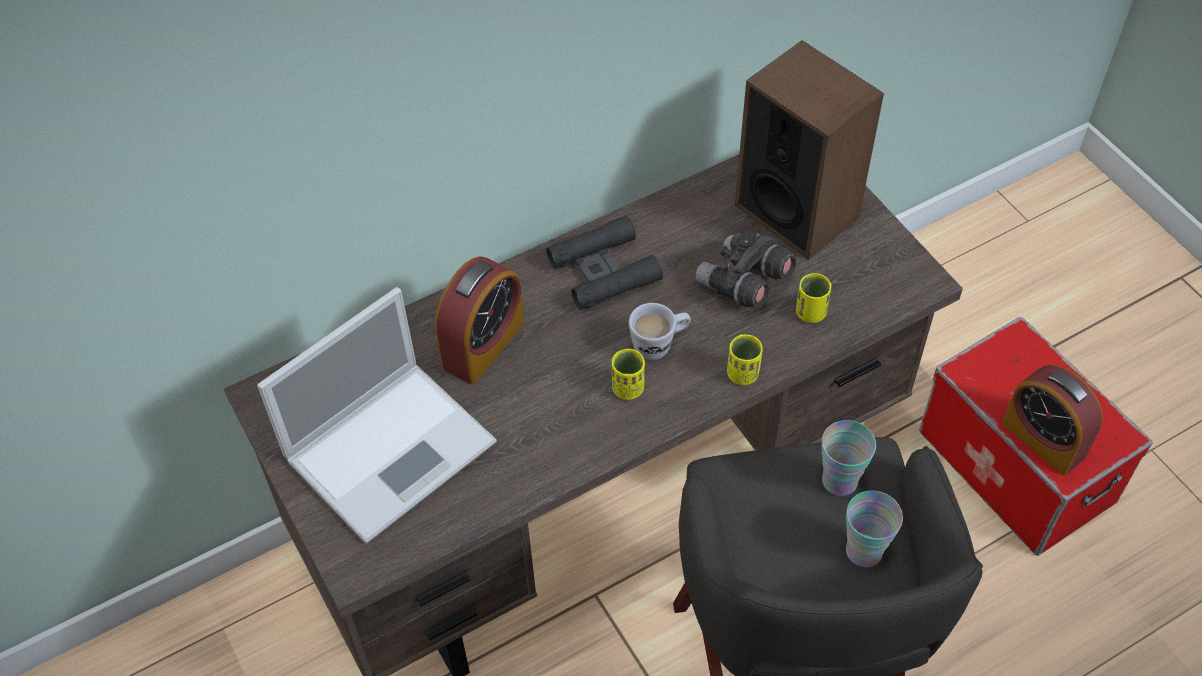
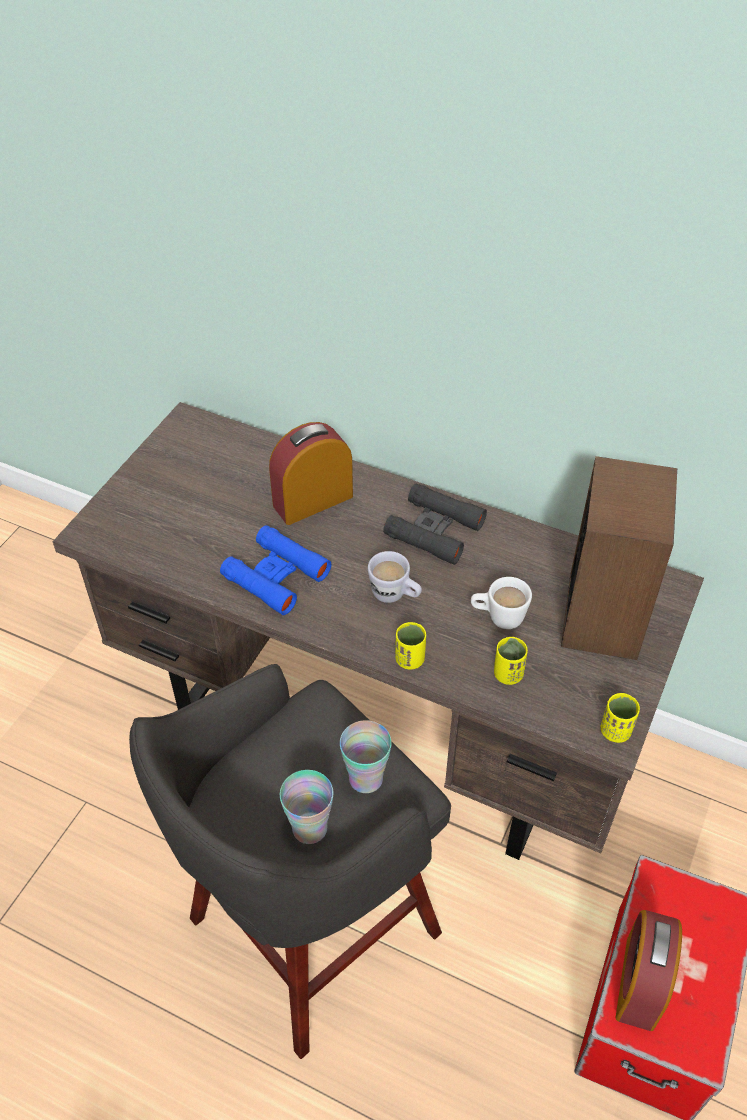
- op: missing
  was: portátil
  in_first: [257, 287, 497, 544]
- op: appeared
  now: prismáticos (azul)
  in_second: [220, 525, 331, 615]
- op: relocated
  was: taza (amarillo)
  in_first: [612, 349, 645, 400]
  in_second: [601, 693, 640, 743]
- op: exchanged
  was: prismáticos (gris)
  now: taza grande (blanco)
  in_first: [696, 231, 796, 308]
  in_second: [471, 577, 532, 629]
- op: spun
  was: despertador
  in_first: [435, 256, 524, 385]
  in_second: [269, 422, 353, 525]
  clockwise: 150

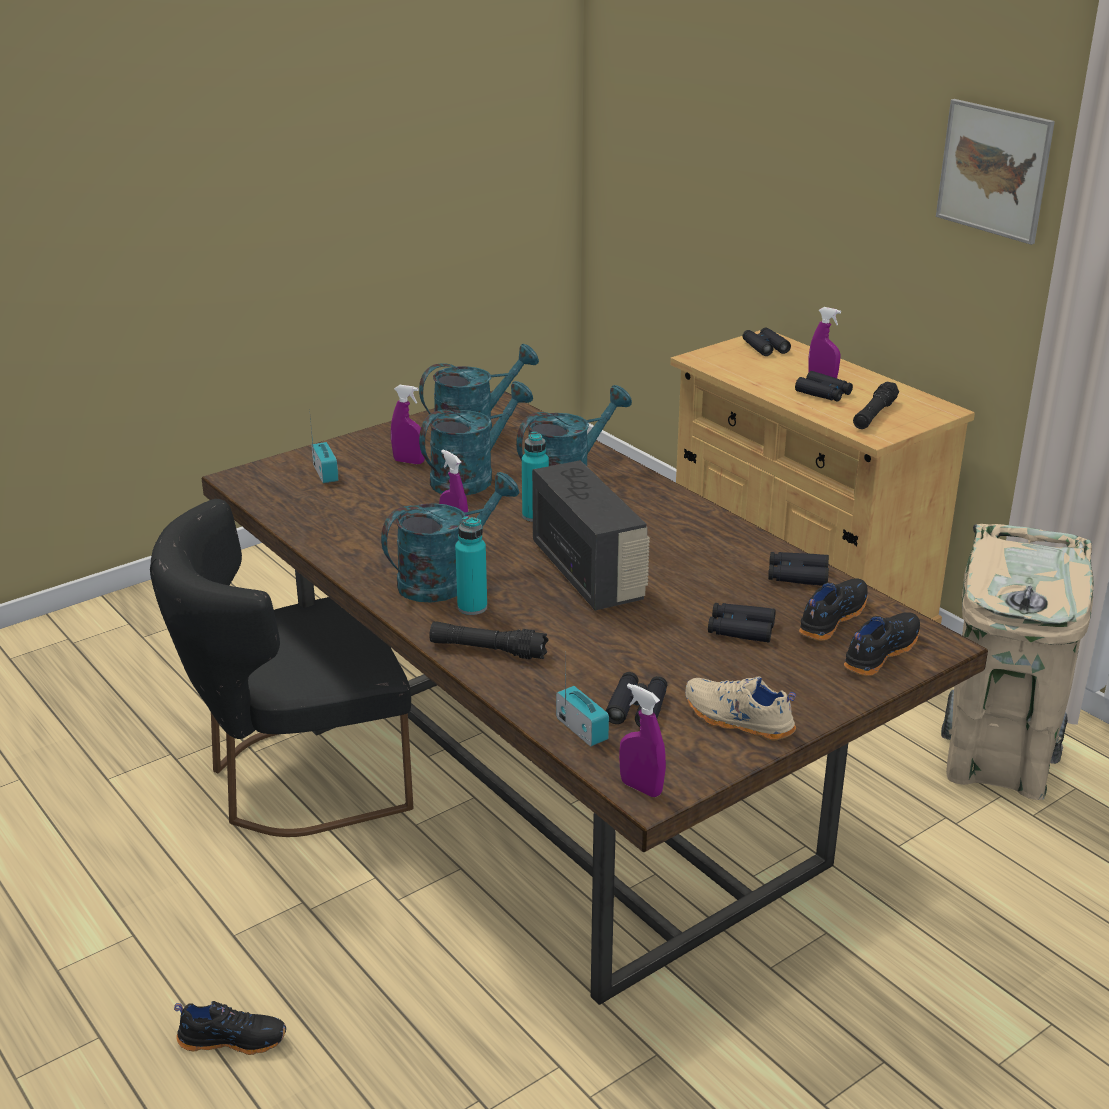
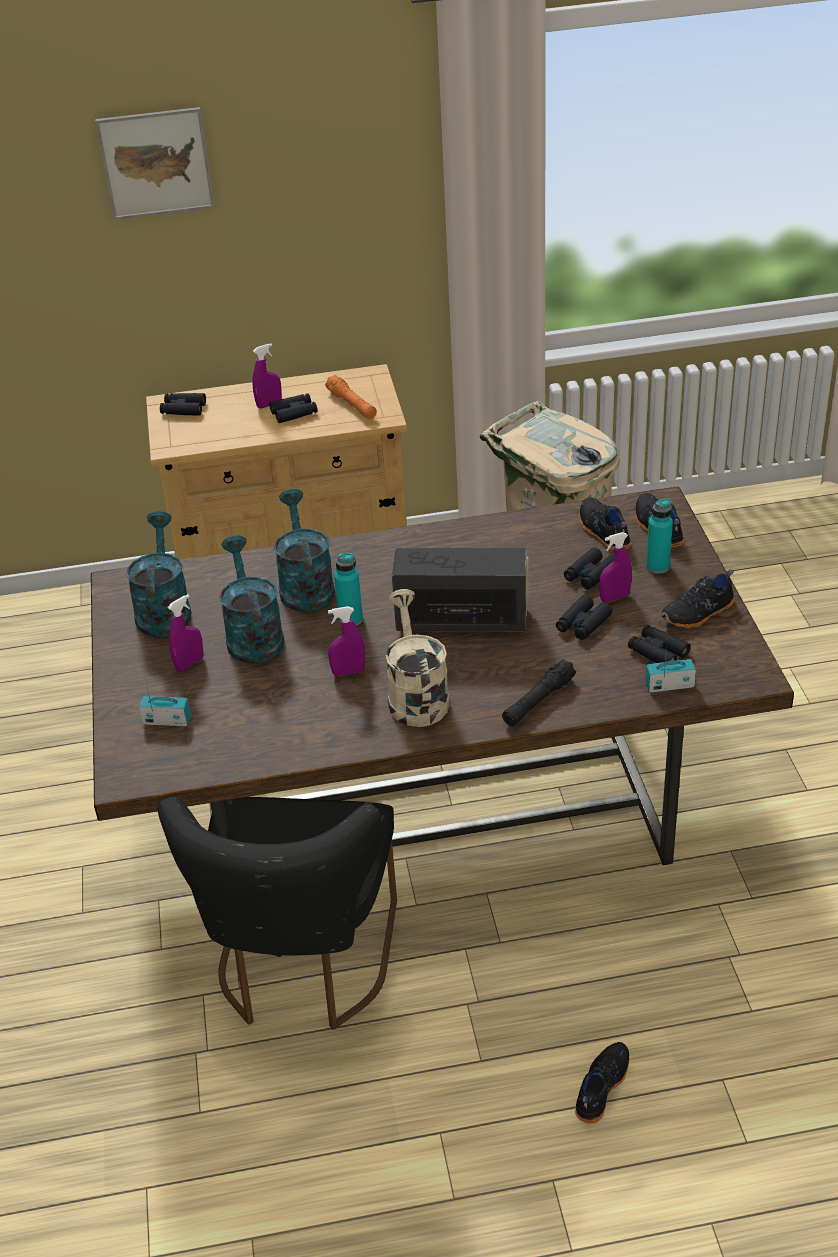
- op: relocated
  was: botella (turquesa)
  in_first: [455, 516, 487, 615]
  in_second: [646, 498, 673, 574]
- op: relocated
  was: pulverizador (morado)
  in_first: [619, 683, 666, 797]
  in_second: [599, 532, 632, 603]
- op: relocated
  was: prismáticos (negro)
  in_first: [768, 552, 829, 586]
  in_second: [556, 595, 612, 640]
- op: relocated
  was: cuadro
  in_first: [936, 99, 1055, 245]
  in_second: [95, 107, 214, 220]
- op: colour
  was: regadera (turquesa)
  now: regadera (beis)
  in_first: [381, 472, 519, 603]
  in_second: [386, 589, 450, 727]
- op: colour
  was: zapato (beis)
  now: zapato (negro)
  in_first: [685, 676, 796, 740]
  in_second: [661, 569, 734, 628]
- op: colour
  was: linterna (negro)
  now: linterna (naranja)
  in_first: [853, 382, 899, 429]
  in_second: [325, 375, 377, 420]

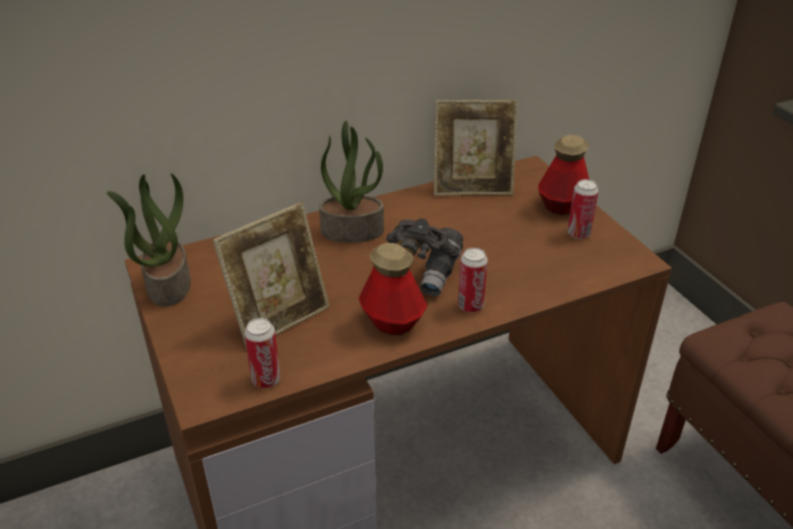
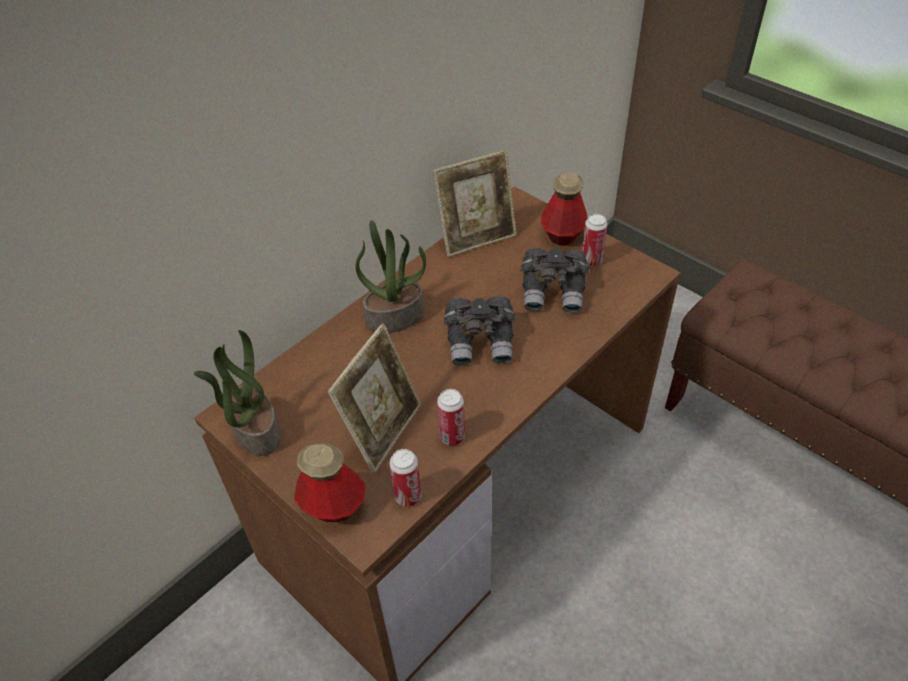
- op: appeared
  now: prismáticos (gris)
  in_second: [521, 248, 589, 313]
- op: relocated
  was: botella
  in_first: [358, 243, 428, 335]
  in_second: [294, 443, 365, 522]
- op: relocated
  was: lata
  in_first: [458, 248, 488, 313]
  in_second: [437, 389, 465, 446]

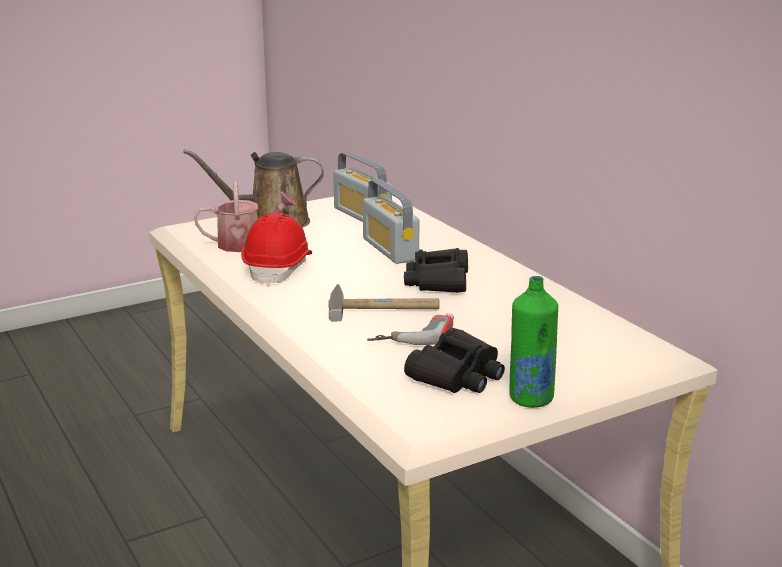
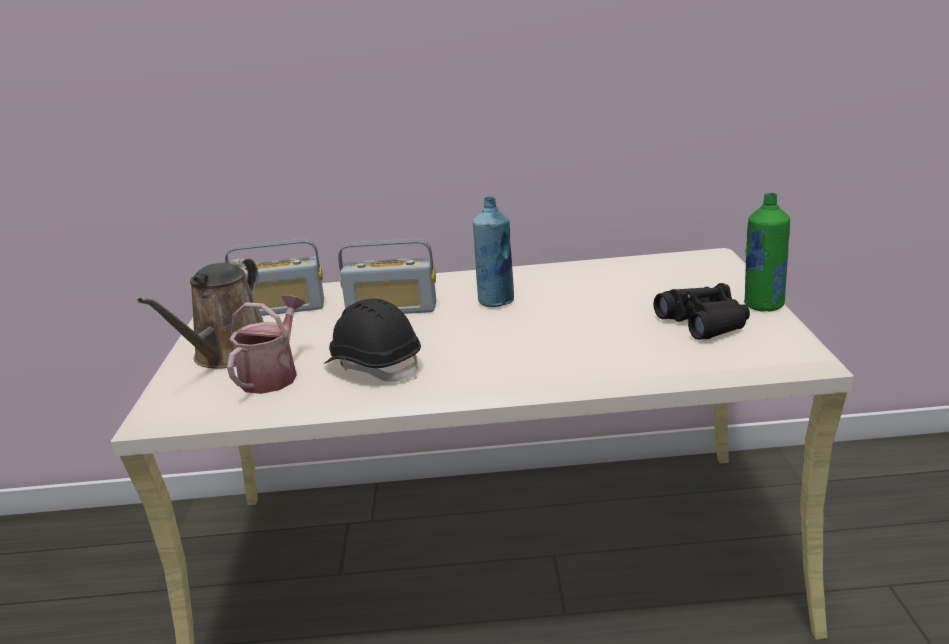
- op: missing
  was: martillo
  in_first: [328, 284, 440, 321]
- op: missing
  was: taladro
  in_first: [367, 313, 454, 345]
- op: exchanged
  was: prismáticos (negro)
  now: botella (azul)
  in_first: [404, 248, 468, 293]
  in_second: [473, 197, 514, 307]
- op: colour
  was: casco (rojo)
  now: casco (negro)
  in_first: [241, 213, 312, 287]
  in_second: [324, 299, 421, 382]

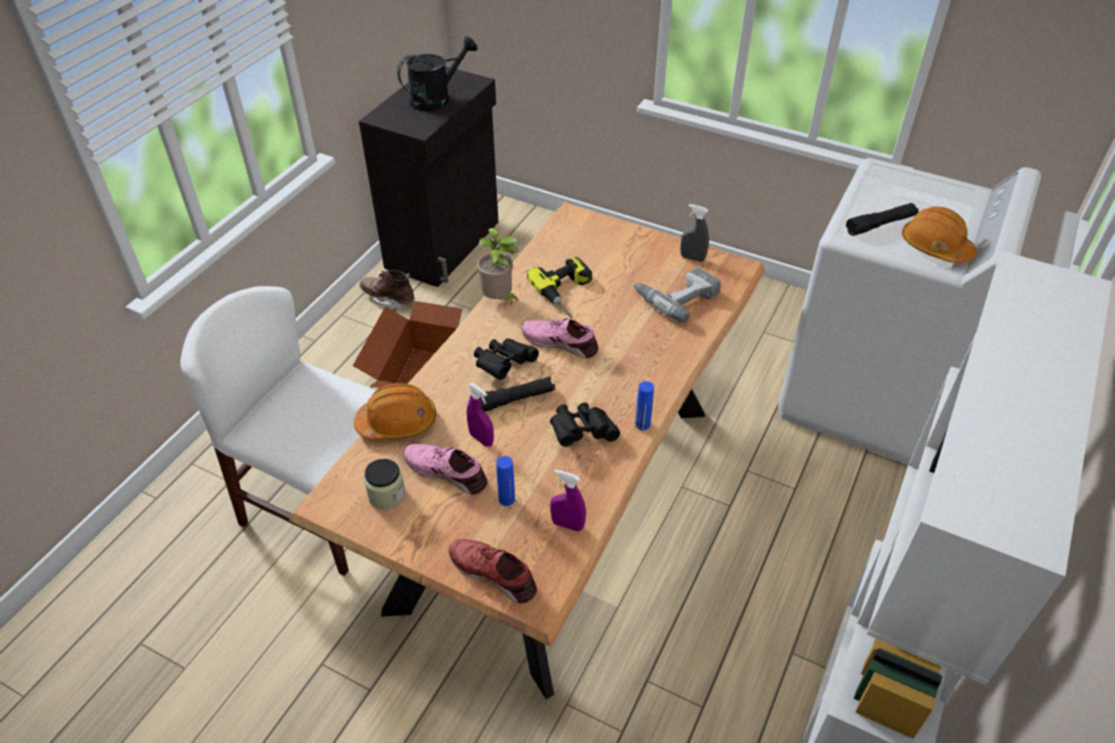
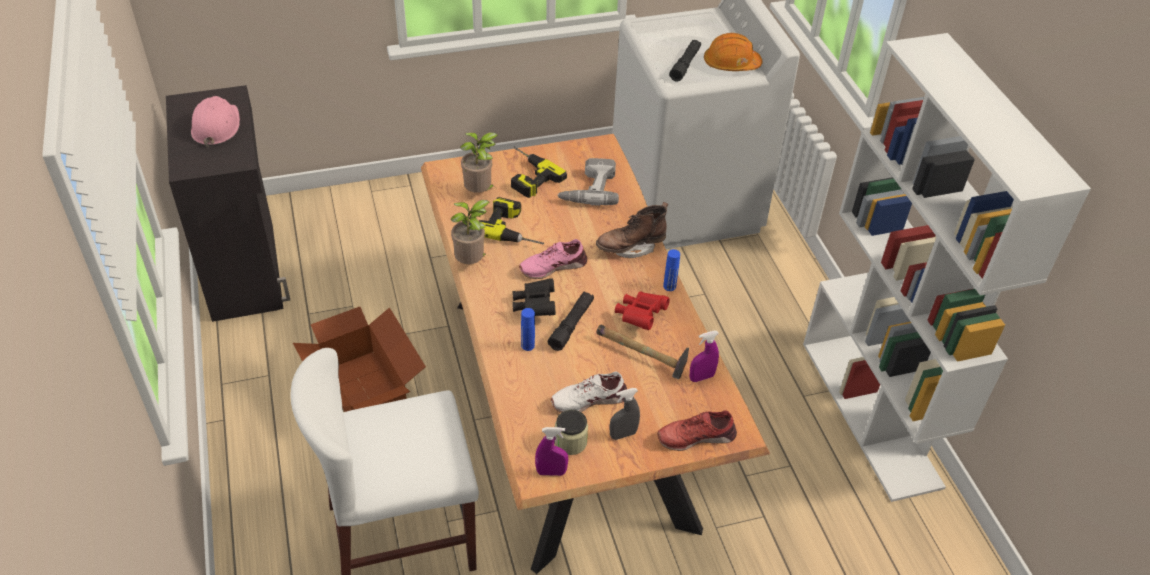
- op: missing
  was: casco (naranja)
  in_first: [354, 384, 436, 440]
- op: appeared
  now: planta en maceta
  in_second: [460, 132, 498, 193]
- op: appeared
  now: taladro
  in_second: [511, 147, 567, 198]
- op: appeared
  now: martillo
  in_second: [596, 325, 689, 379]
- op: relocated
  was: bota (marrón)
  in_first: [359, 270, 414, 309]
  in_second: [596, 202, 669, 258]
- op: relocated
  was: pulverizador (morado)
  in_first: [467, 383, 494, 447]
  in_second: [535, 427, 568, 476]
- op: relocated
  was: botella (azul)
  in_first: [496, 456, 515, 506]
  in_second: [521, 308, 535, 351]
- op: relocated
  was: pulverizador (gris)
  in_first: [680, 204, 709, 262]
  in_second: [610, 388, 640, 440]
- op: exchanged
  was: regadera (negro)
  now: casco (rosa)
  in_first: [397, 36, 478, 111]
  in_second: [191, 96, 240, 148]
- op: colour
  was: zapato (rosa)
  now: zapato (blanco)
  in_first: [404, 444, 487, 494]
  in_second: [551, 371, 627, 413]
- op: colour
  was: prismáticos (negro)
  now: prismáticos (rojo)
  in_first: [550, 402, 620, 447]
  in_second: [615, 291, 670, 330]

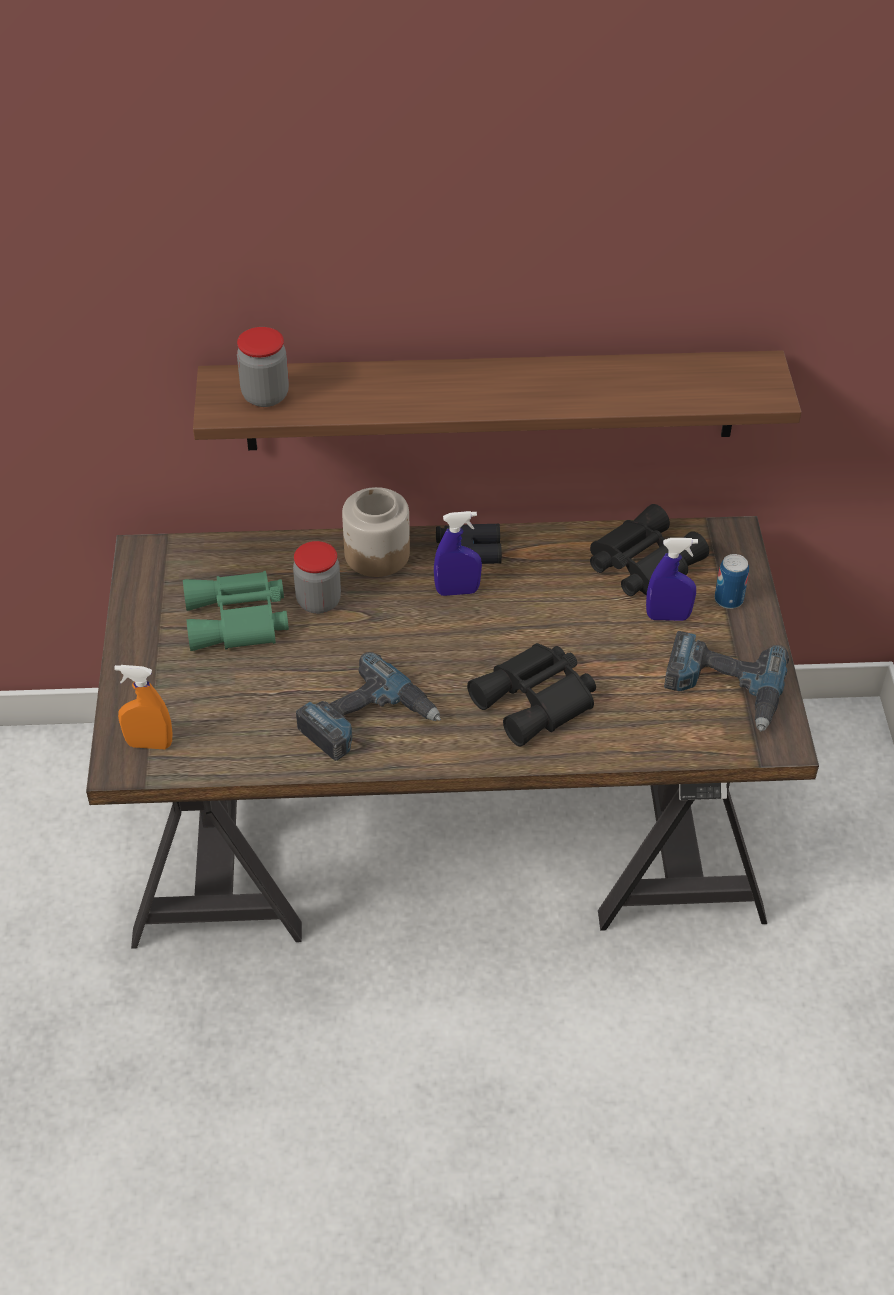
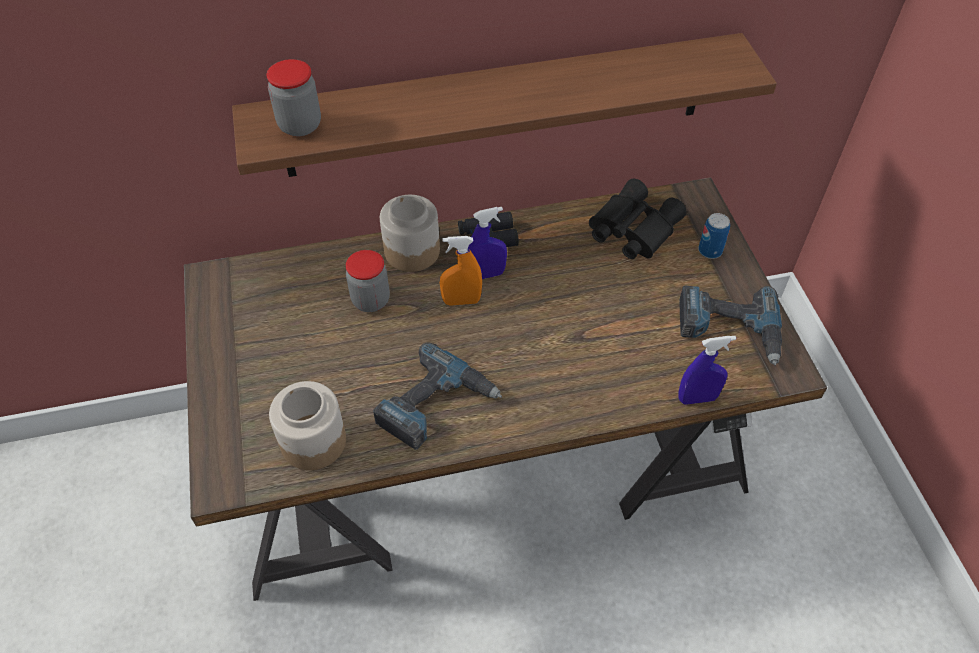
- op: missing
  was: prismáticos (verde)
  in_first: [183, 571, 289, 651]
- op: missing
  was: prismáticos (negro)
  in_first: [467, 643, 596, 747]
- op: appeared
  now: tarro
  in_second: [269, 381, 346, 470]
- op: relocated
  was: pulverizador (naranja)
  in_first: [114, 665, 173, 749]
  in_second: [440, 236, 482, 306]
- op: relocated
  was: pulverizador (azul)
  in_first: [646, 538, 698, 621]
  in_second: [678, 336, 736, 405]

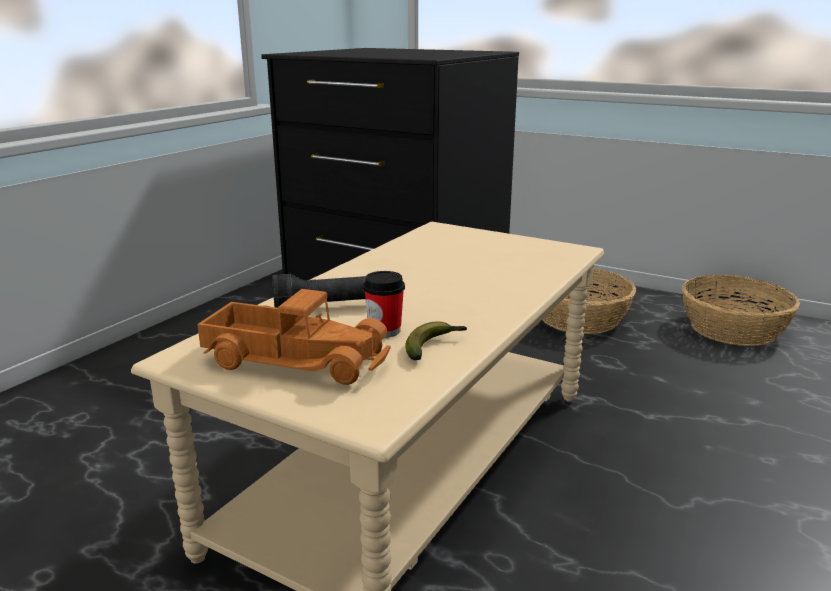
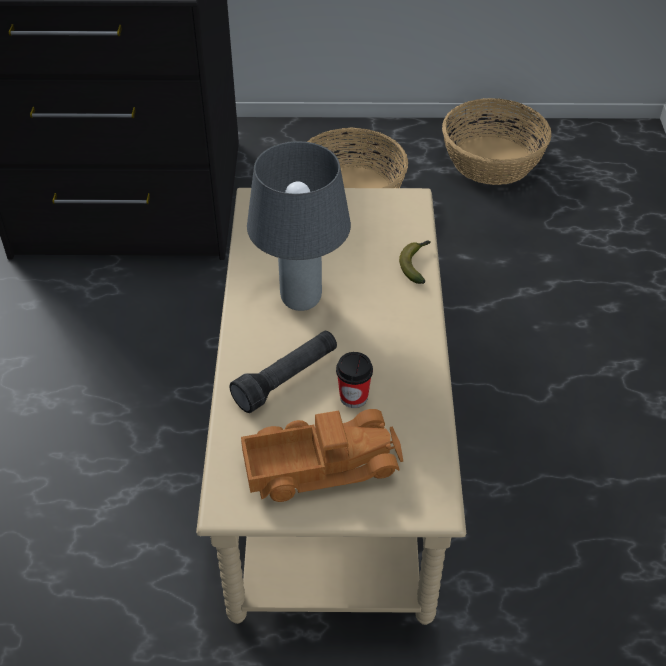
- op: appeared
  now: lámpara de mesa (gris)
  in_second: [247, 141, 351, 311]
- op: relocated
  was: plátano
  in_first: [405, 321, 467, 360]
  in_second: [399, 240, 431, 284]

